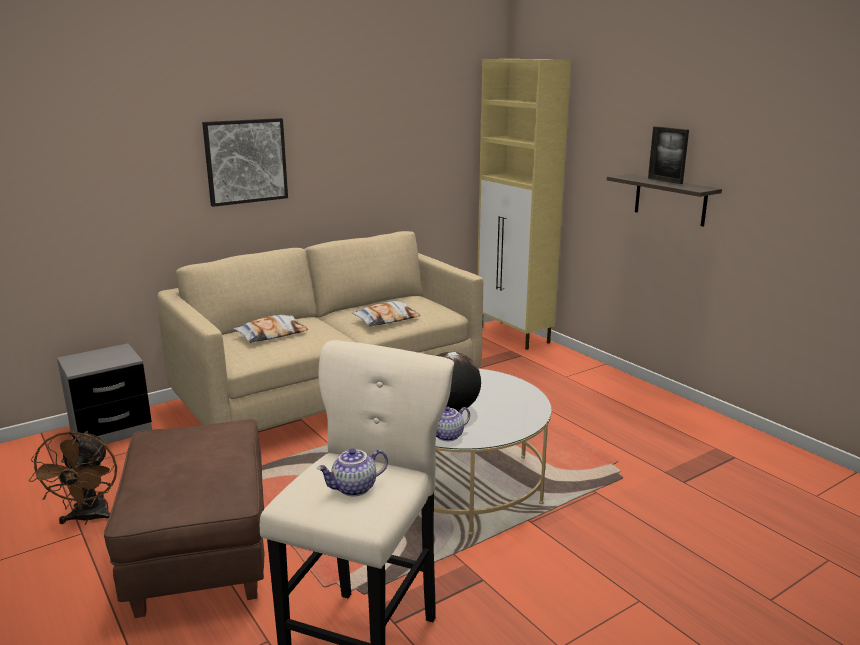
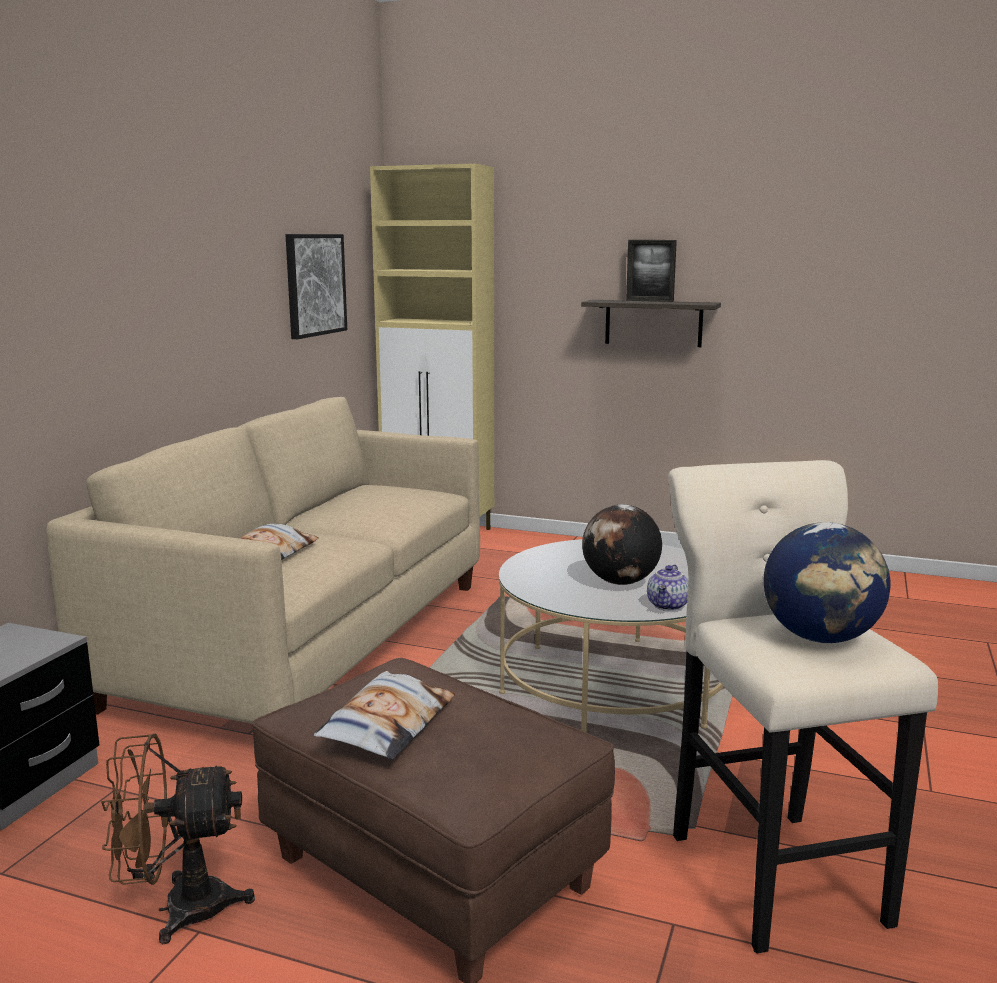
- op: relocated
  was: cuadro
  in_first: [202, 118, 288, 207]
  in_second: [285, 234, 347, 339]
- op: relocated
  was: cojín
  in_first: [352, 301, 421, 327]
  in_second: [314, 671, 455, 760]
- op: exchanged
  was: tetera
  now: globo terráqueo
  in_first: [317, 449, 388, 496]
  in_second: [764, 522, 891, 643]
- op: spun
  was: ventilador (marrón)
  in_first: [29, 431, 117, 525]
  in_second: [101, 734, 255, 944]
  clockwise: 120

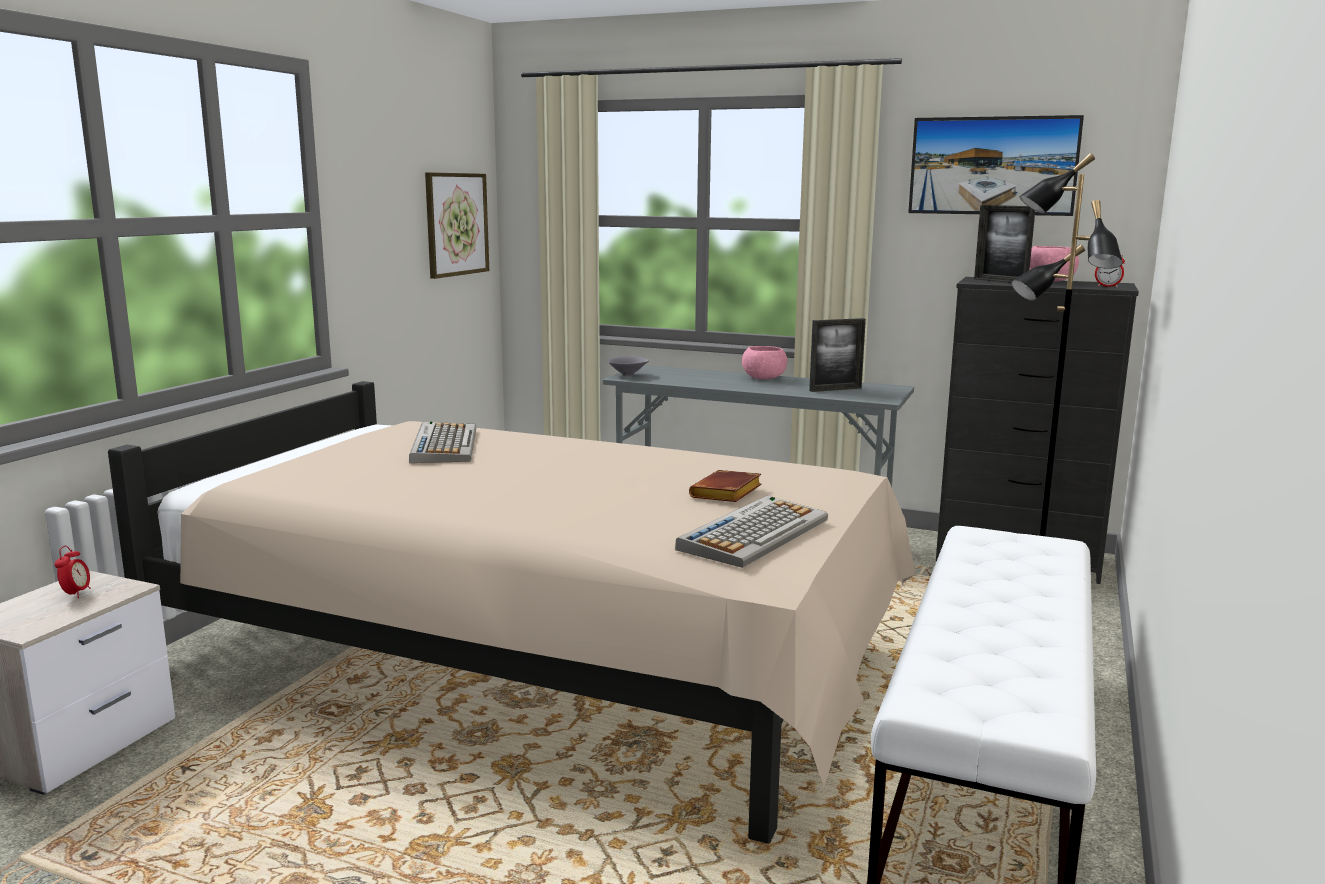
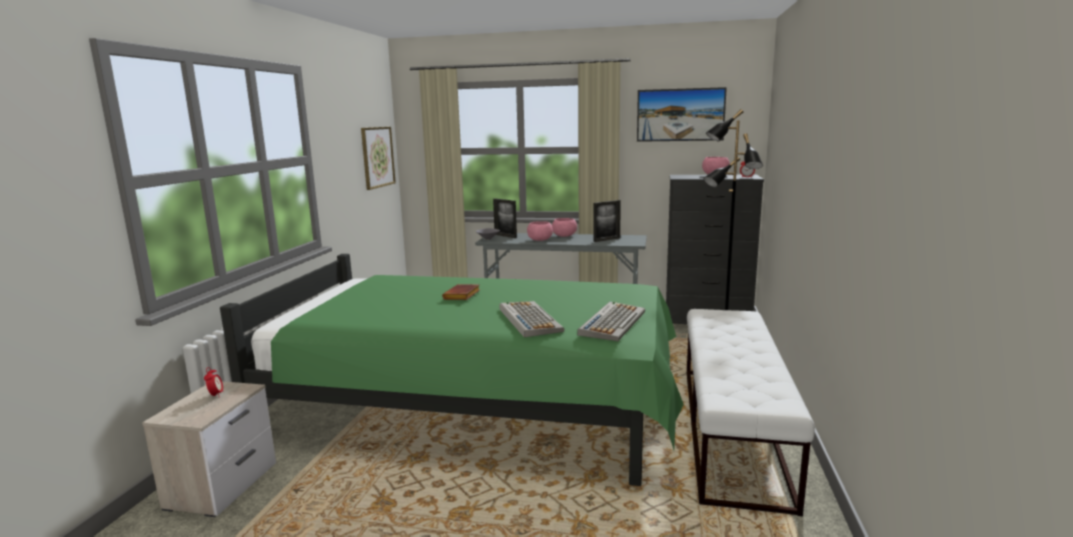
- op: appeared
  now: cuenco (rosa)
  in_second: [527, 221, 553, 241]
- op: relocated
  was: teclado
  in_first: [409, 422, 476, 463]
  in_second: [499, 301, 564, 337]
- op: relocated
  was: libro (marrón)
  in_first: [689, 470, 762, 502]
  in_second: [442, 284, 480, 300]
- op: relocated
  was: portarretratos
  in_first: [974, 205, 1035, 283]
  in_second: [493, 198, 517, 238]
- op: colour
  was: cama (beis)
  now: cama (verde)
  in_first: [108, 381, 916, 844]
  in_second: [220, 254, 684, 486]

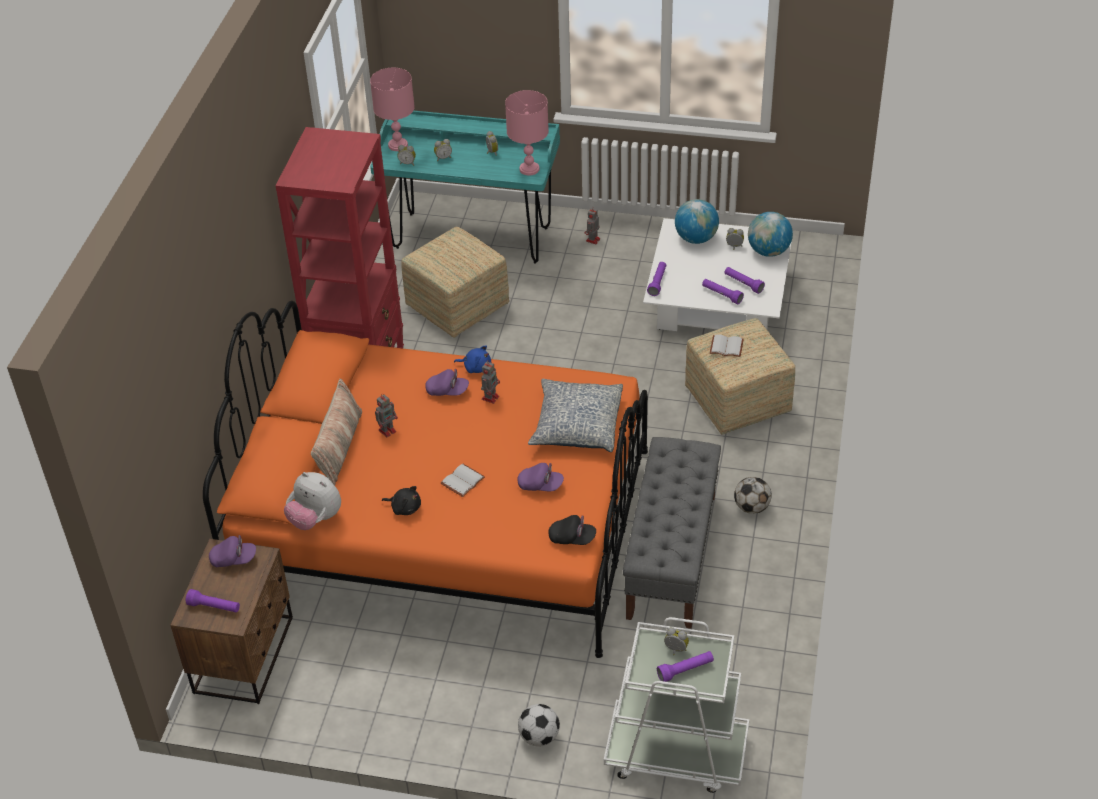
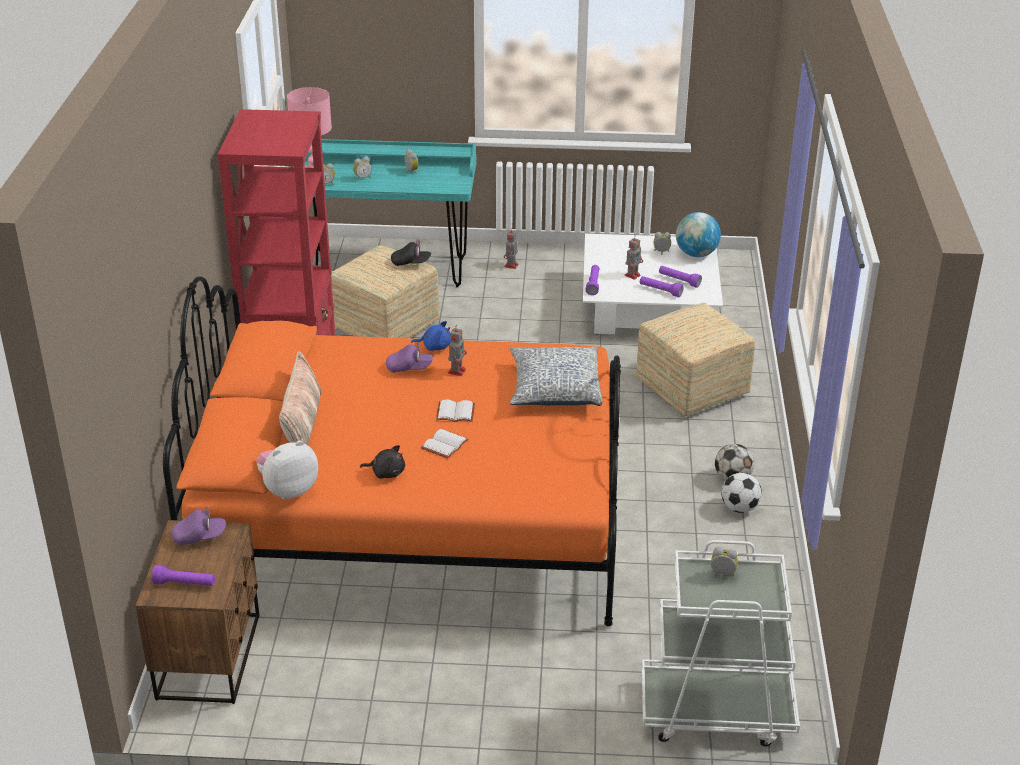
- op: missing
  was: lámpara de mesa (rosa)
  in_first: [505, 90, 549, 175]
- op: missing
  was: gorra (morado)
  in_first: [518, 463, 564, 491]
- op: missing
  was: banco (gris)
  in_first: [623, 437, 721, 629]
- op: missing
  was: linterna (morado)
  in_first: [657, 651, 714, 682]
- op: missing
  was: globo terráqueo
  in_first: [675, 199, 719, 244]
- op: relocated
  was: robot de juguete
  in_first: [375, 393, 398, 437]
  in_second: [625, 235, 643, 280]
- op: relocated
  was: balón de fútbol
  in_first: [518, 704, 560, 747]
  in_second: [721, 473, 762, 513]
- op: relocated
  was: gorra (negro)
  in_first: [549, 515, 596, 545]
  in_second: [391, 240, 431, 266]
- op: relocated
  was: libro (blanco)
  in_first: [710, 335, 744, 357]
  in_second: [436, 400, 475, 422]
- op: spun
  was: peluche
  in_first: [284, 472, 341, 530]
  in_second: [256, 441, 318, 500]
  clockwise: 120

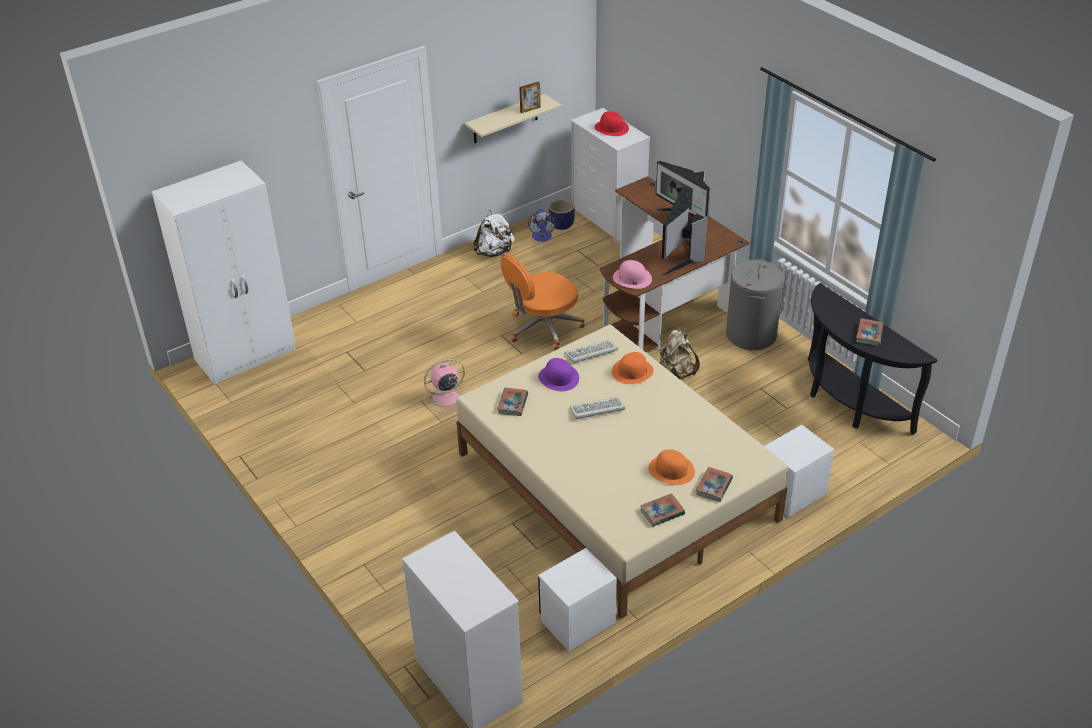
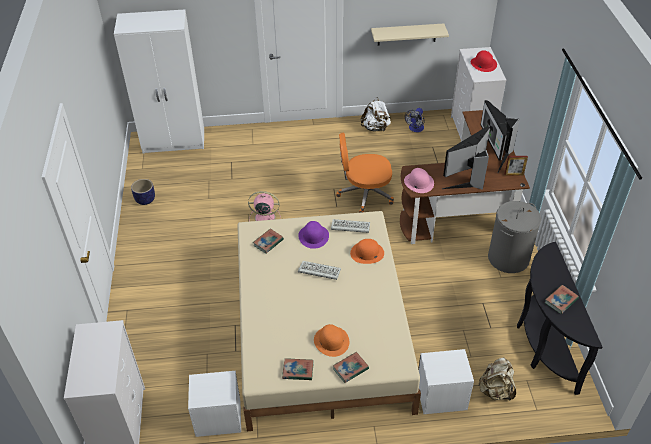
- op: relocated
  was: portarretratos
  in_first: [519, 82, 541, 113]
  in_second: [505, 156, 528, 176]
- op: relocated
  was: maceta
  in_first: [549, 199, 575, 230]
  in_second: [131, 179, 155, 205]
- op: relocated
  was: mochila (beis)
  in_first: [660, 330, 700, 379]
  in_second: [478, 357, 516, 401]

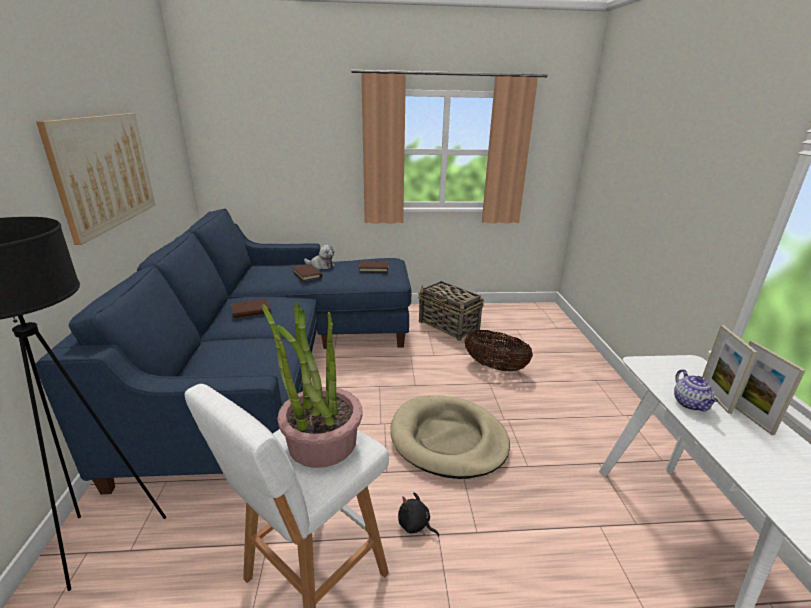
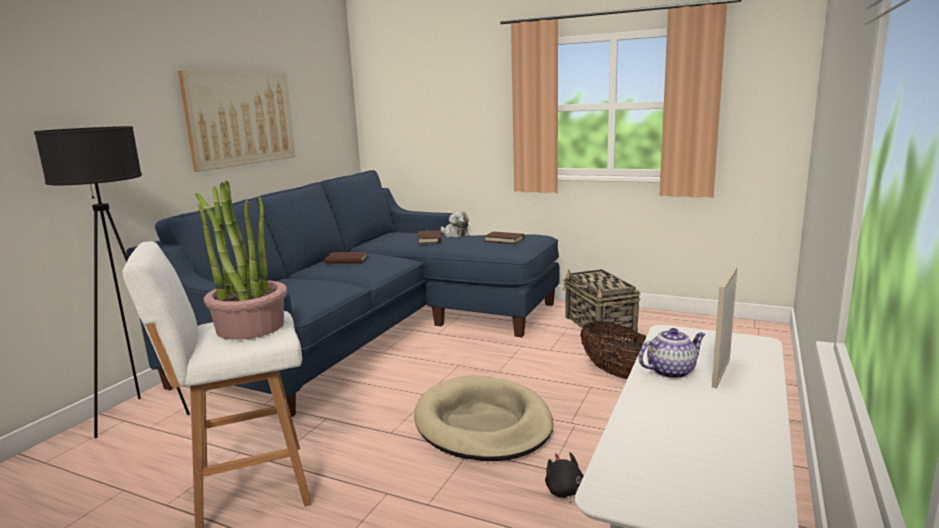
- op: missing
  was: portarretratos
  in_first: [734, 340, 806, 435]
- op: relocated
  was: peluche (negro)
  in_first: [398, 492, 439, 537]
  in_second: [545, 452, 584, 503]
- op: spun
  was: tetera
  in_first: [674, 369, 718, 411]
  in_second: [638, 328, 706, 379]
  clockwise: -135

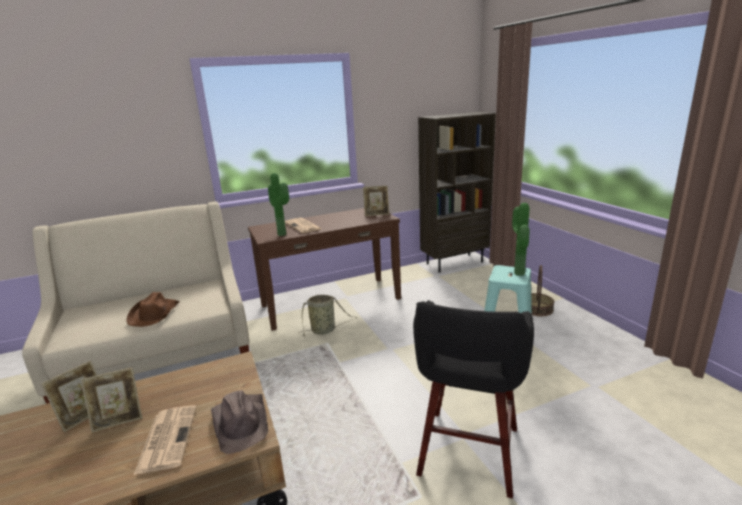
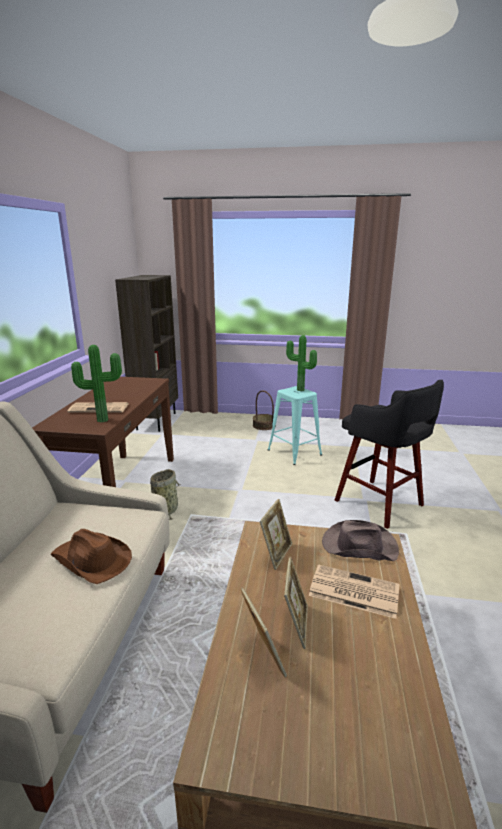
- op: relocated
  was: portarretratos
  in_first: [363, 186, 389, 216]
  in_second: [260, 499, 292, 570]

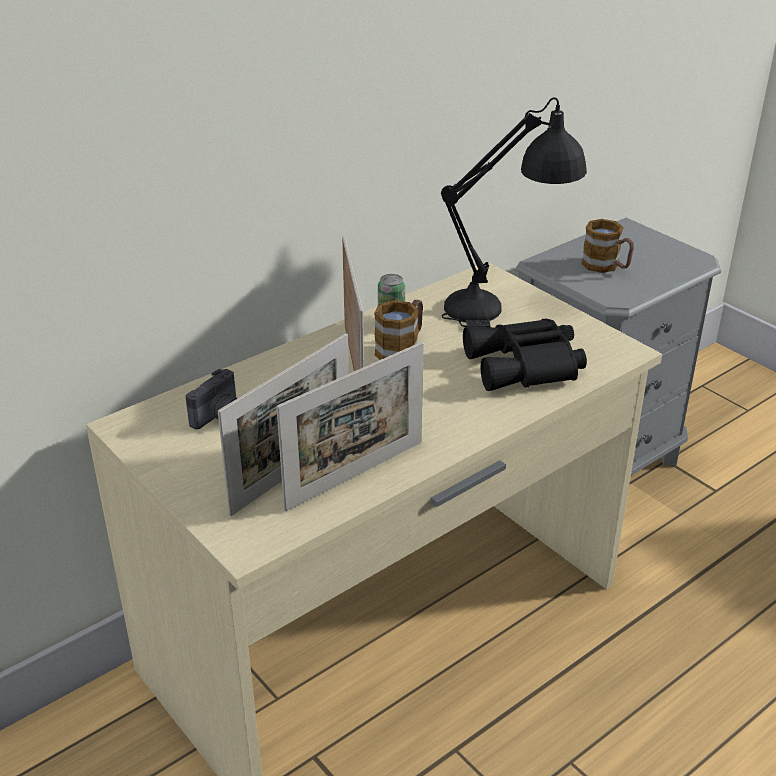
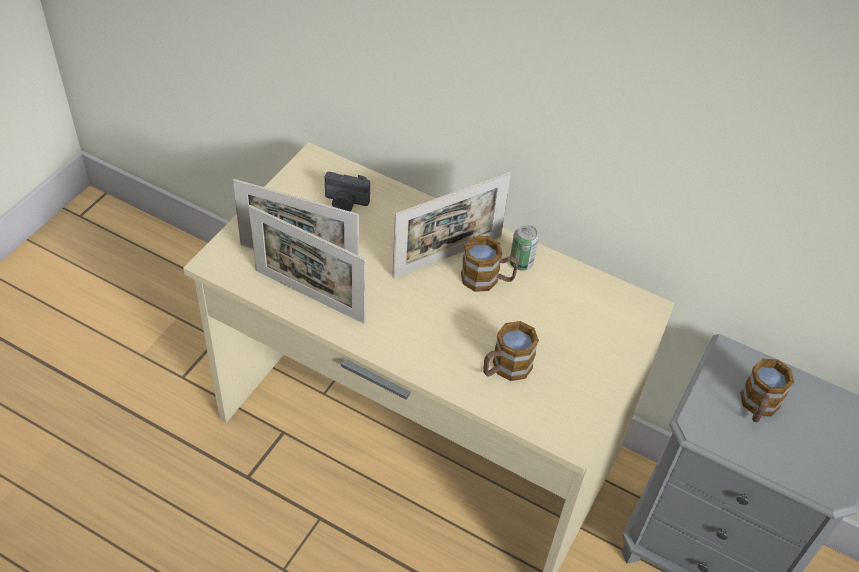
- op: missing
  was: lámpara de mesa (negro)
  in_first: [441, 97, 587, 327]
- op: exchanged
  was: prismáticos (negro)
  now: taza grande
  in_first: [463, 318, 587, 391]
  in_second: [483, 321, 539, 381]

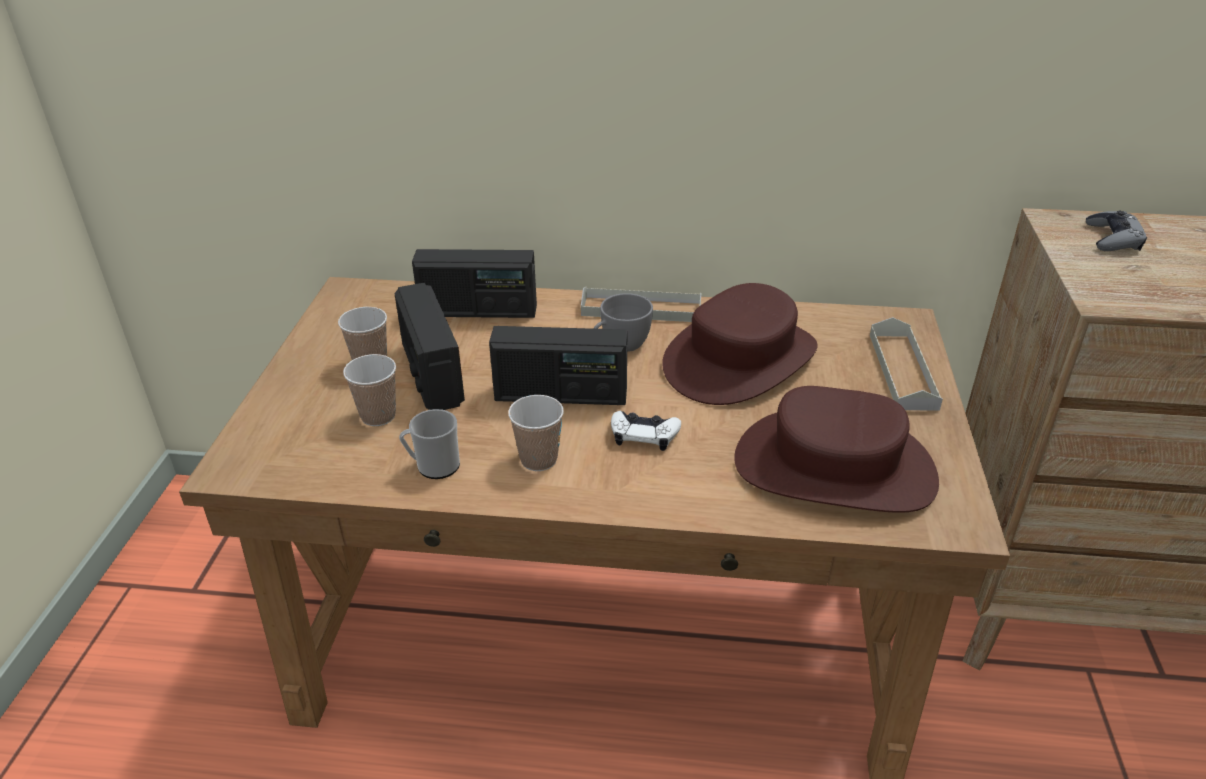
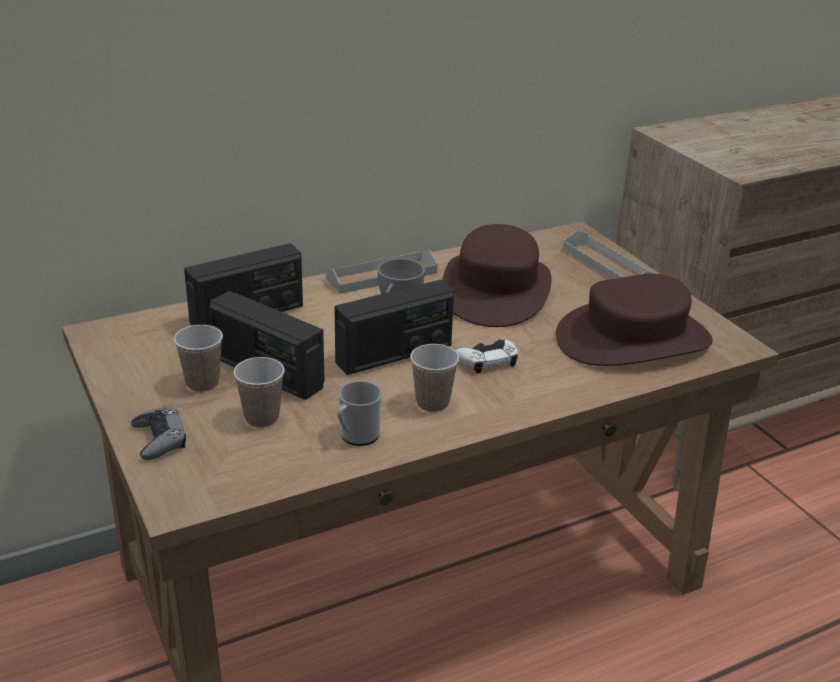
- op: relocated
  was: mando de consola (gris)
  in_first: [1086, 210, 1147, 251]
  in_second: [131, 406, 186, 460]

